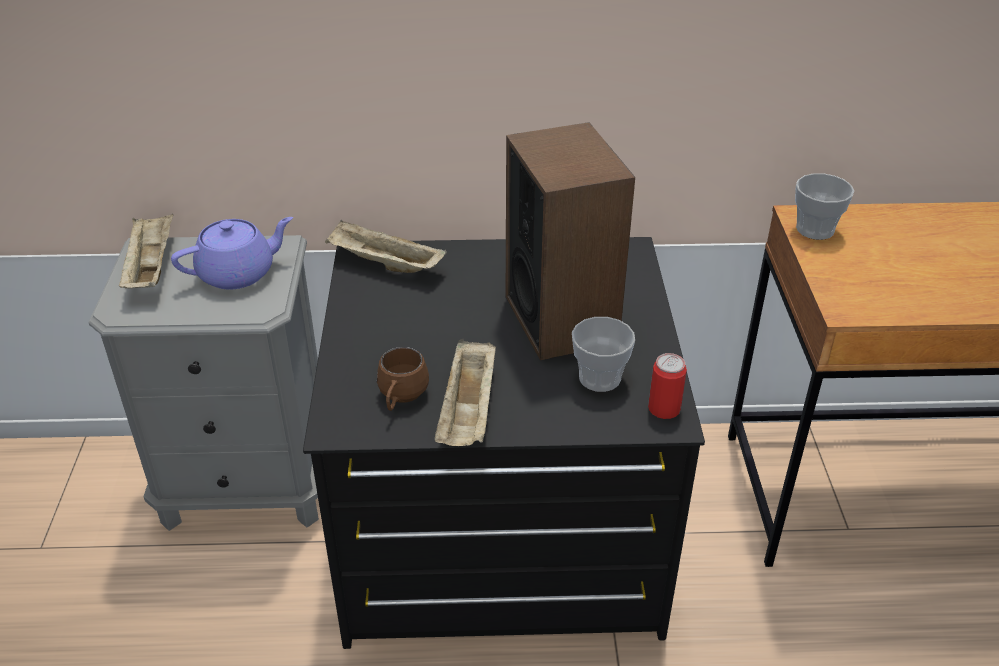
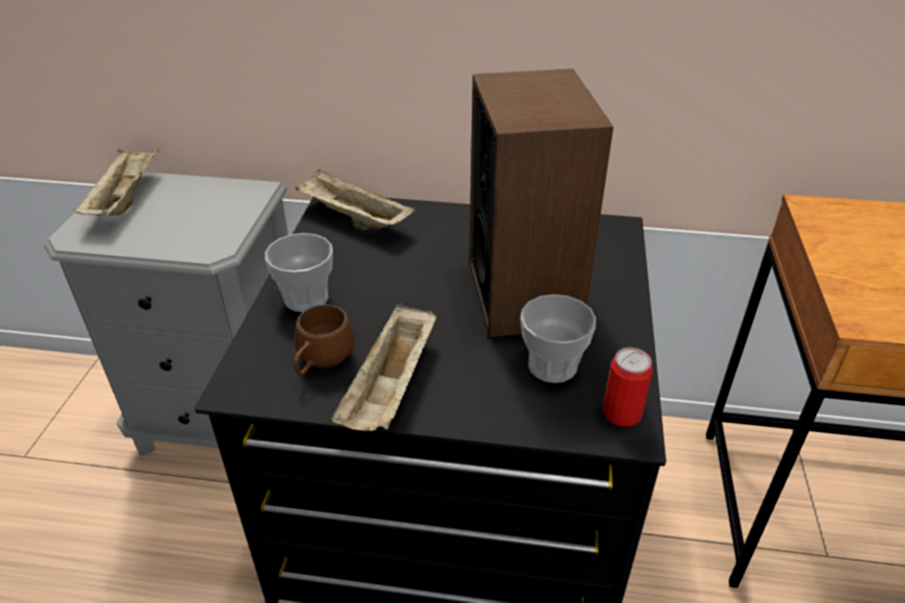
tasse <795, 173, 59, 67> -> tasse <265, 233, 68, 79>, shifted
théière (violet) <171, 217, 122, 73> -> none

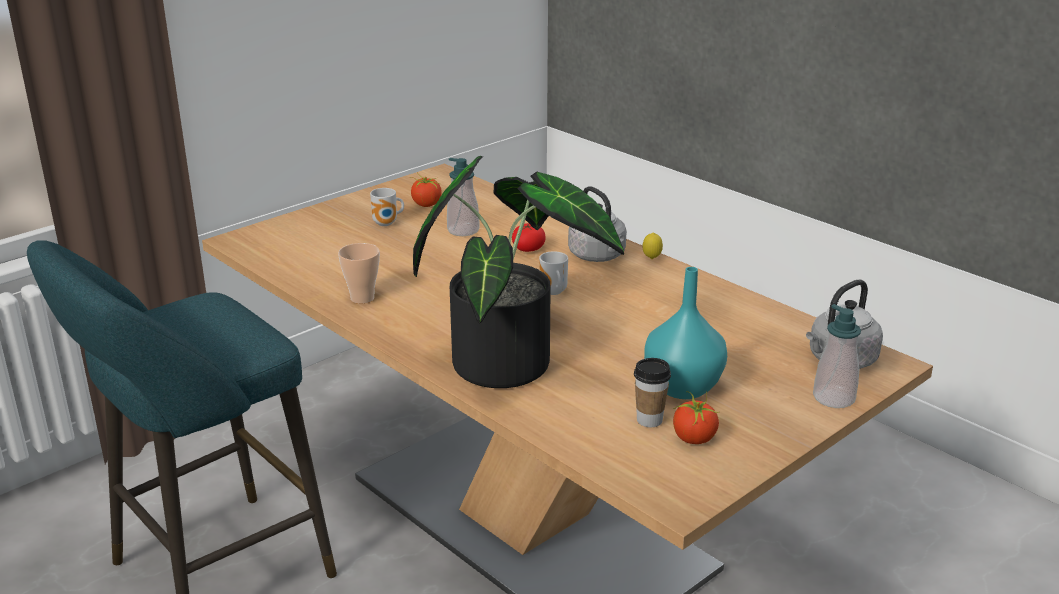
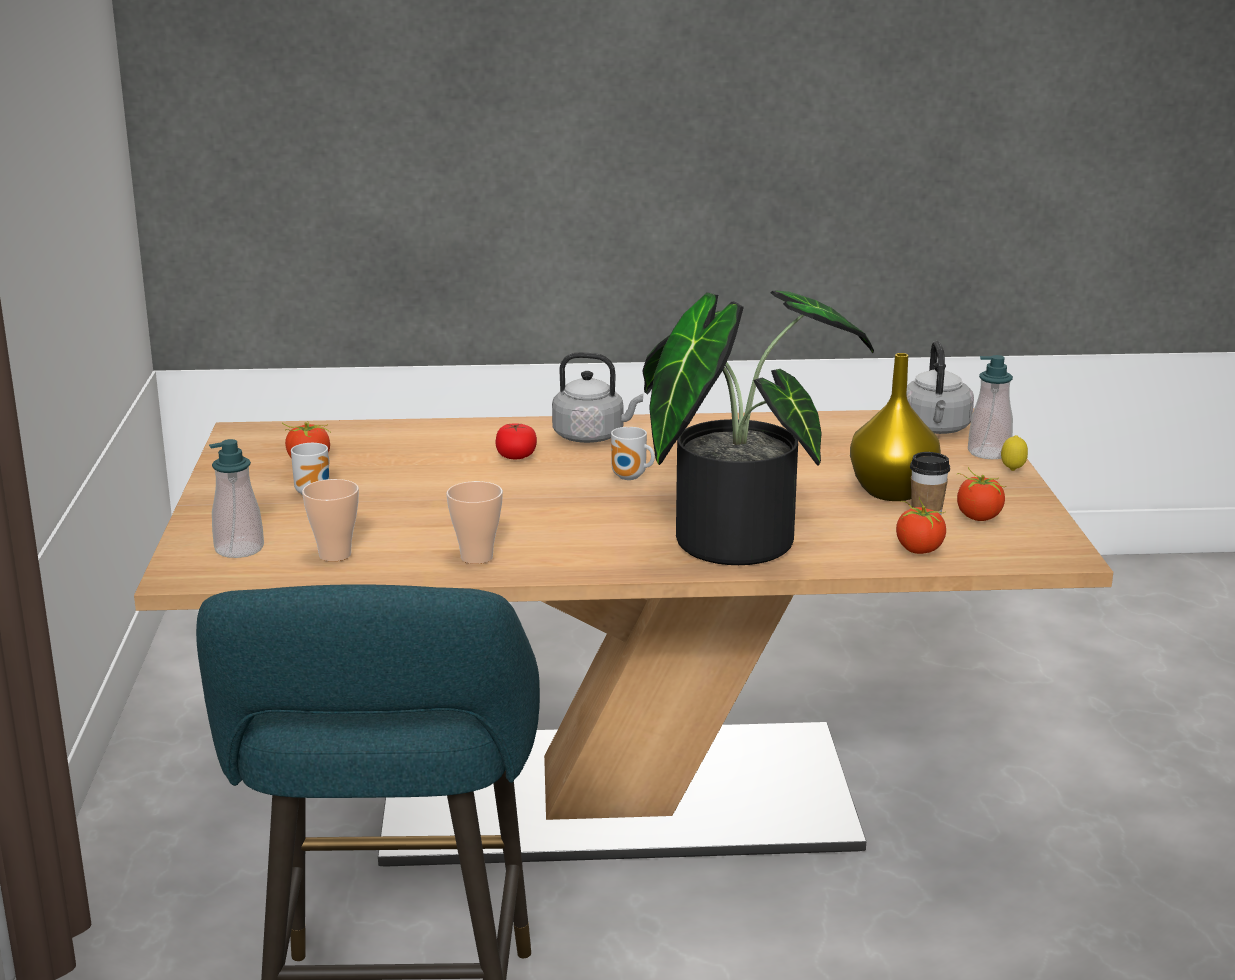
distributeur de savon <447, 158, 33, 78> -> distributeur de savon <209, 439, 55, 119>, shifted
none -> tasse <302, 479, 57, 83>
vase (turquoise) <644, 267, 83, 132> -> vase (jaune) <850, 353, 91, 148>
none -> tomate <896, 498, 50, 56>
citron <643, 233, 20, 26> -> citron <1001, 435, 27, 36>, shifted

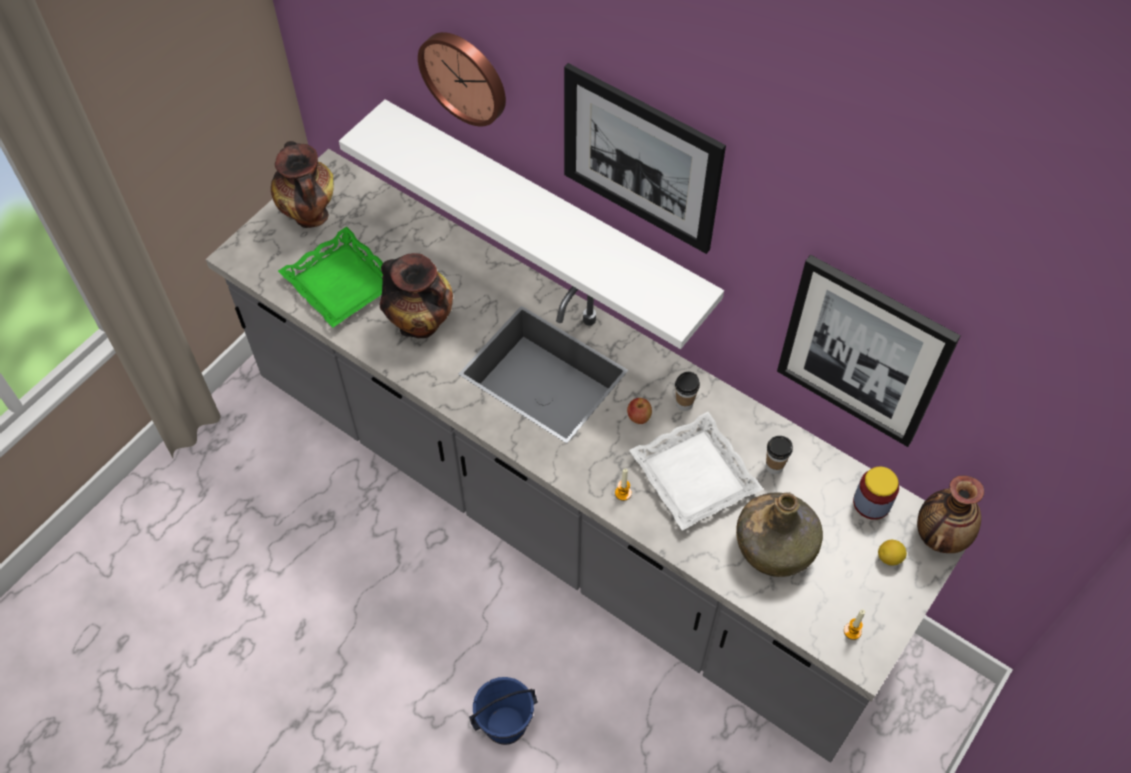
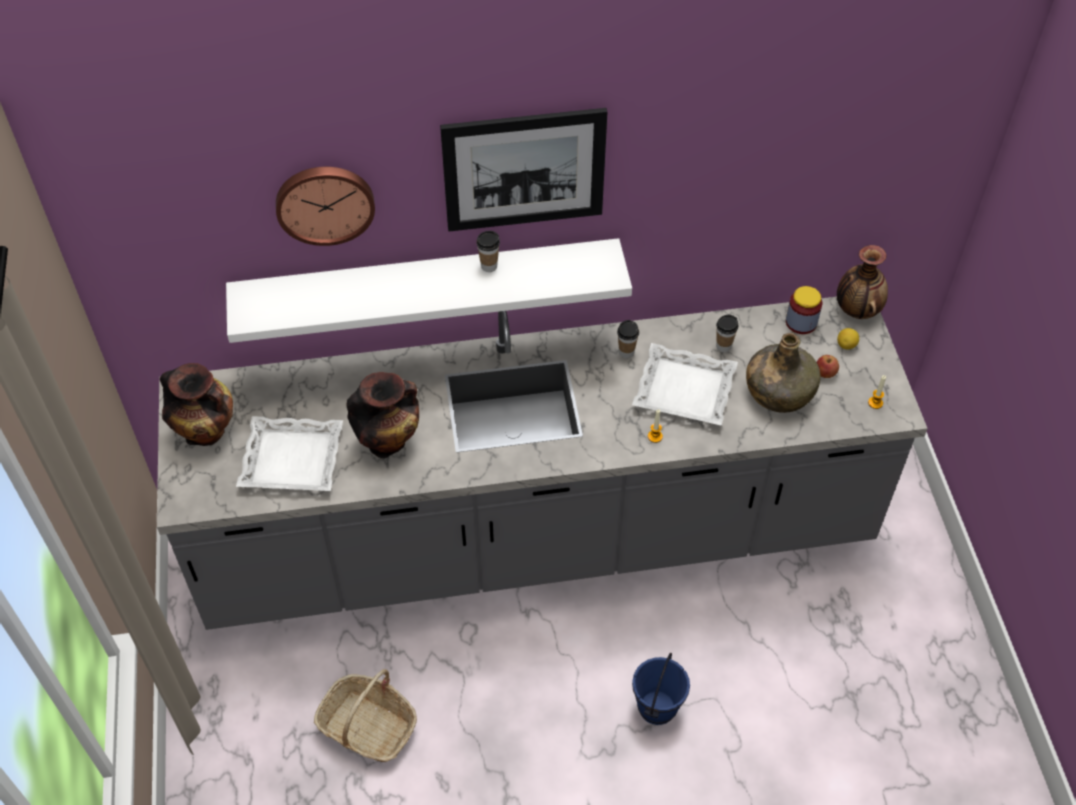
plateau (vert) <278, 227, 105, 101> -> plateau (blanc) <236, 416, 107, 75>
none -> panier <314, 669, 103, 93>
none -> tasse <476, 231, 24, 41>
pomme <627, 398, 25, 26> -> pomme <817, 355, 22, 23>, shifted
tableau <777, 255, 184, 192> -> none

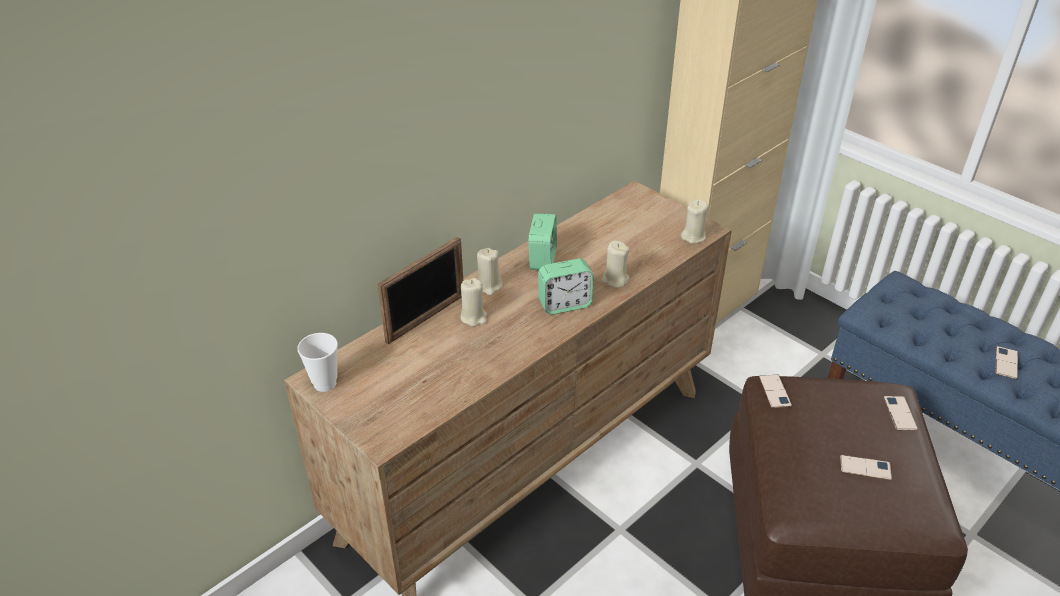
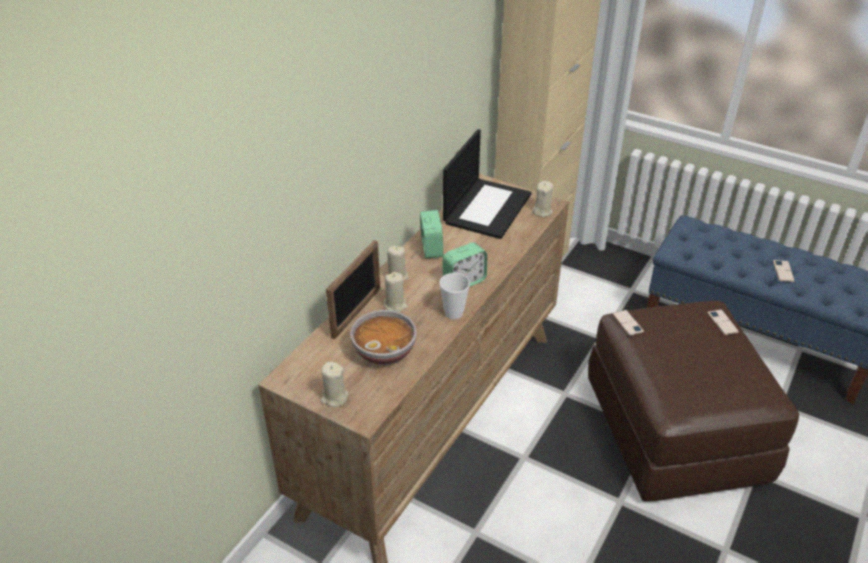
bougie (beige) <601, 240, 29, 48> -> bougie (beige) <321, 362, 27, 45>, shifted
none -> bol <350, 310, 67, 55>
tasse <297, 333, 41, 59> -> tasse <439, 273, 31, 46>, shifted
none -> ordinateur portable <443, 129, 89, 110>
téléphone <840, 455, 52, 25> -> none

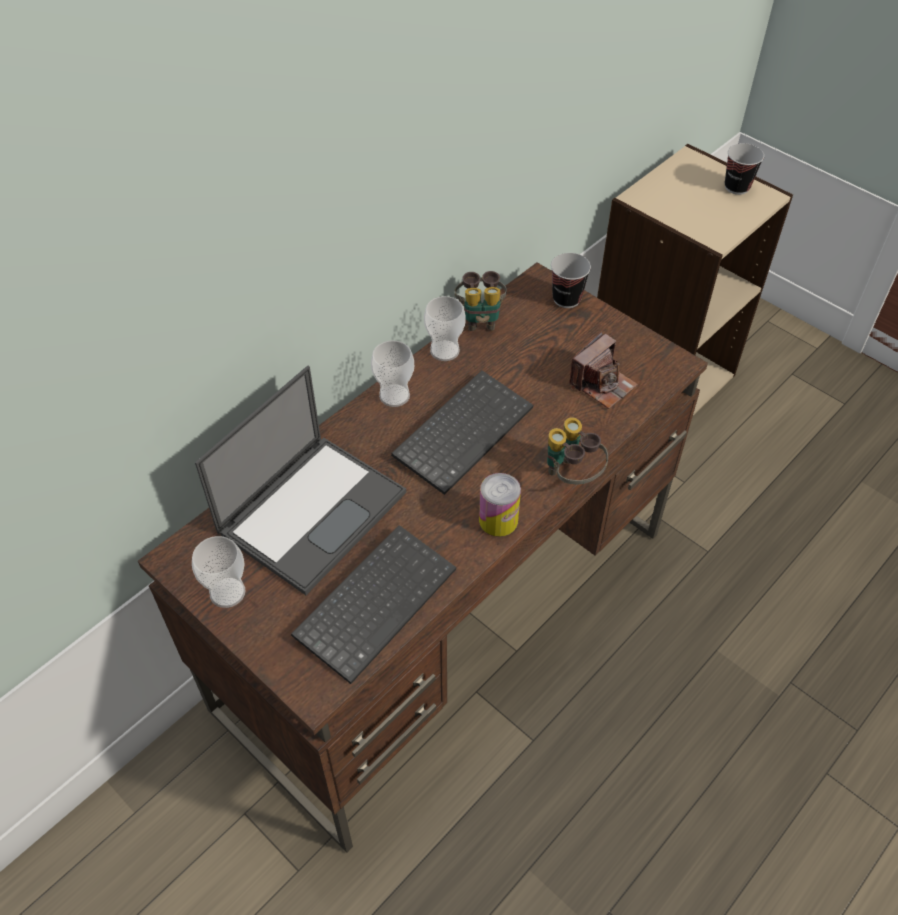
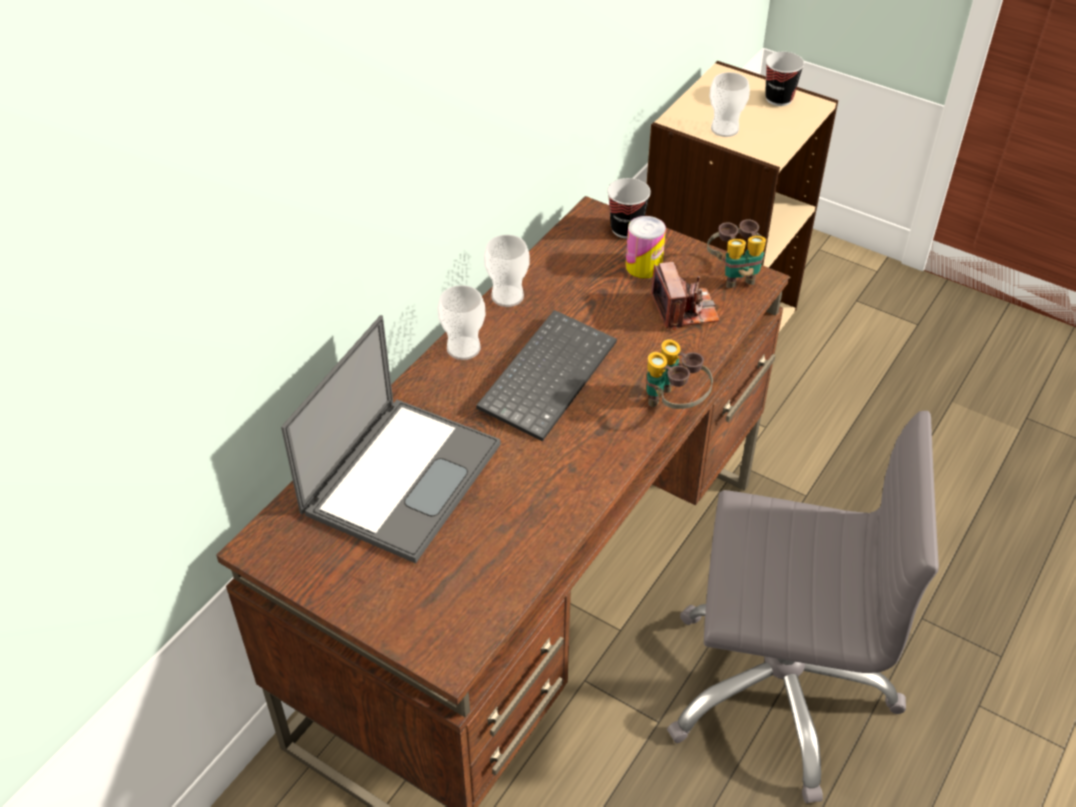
boîte métallique <479, 473, 42, 64> -> boîte métallique <626, 216, 40, 62>, shifted
appareil photo <569, 332, 69, 77> -> appareil photo <651, 262, 68, 68>, 45 degrees counterclockwise
none -> chaise de bureau (gris) <667, 411, 272, 392>
jumelles <454, 271, 53, 60> -> jumelles <707, 219, 59, 69>, shifted
tasse <192, 536, 54, 72> -> tasse <710, 72, 40, 65>, shifted
clavier <291, 525, 165, 159> -> none

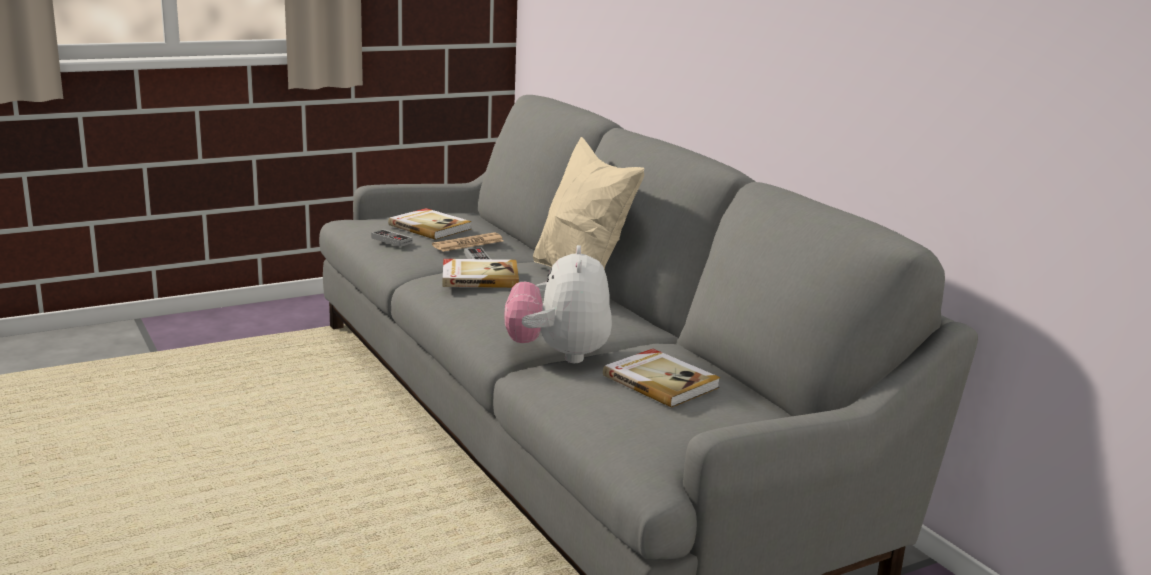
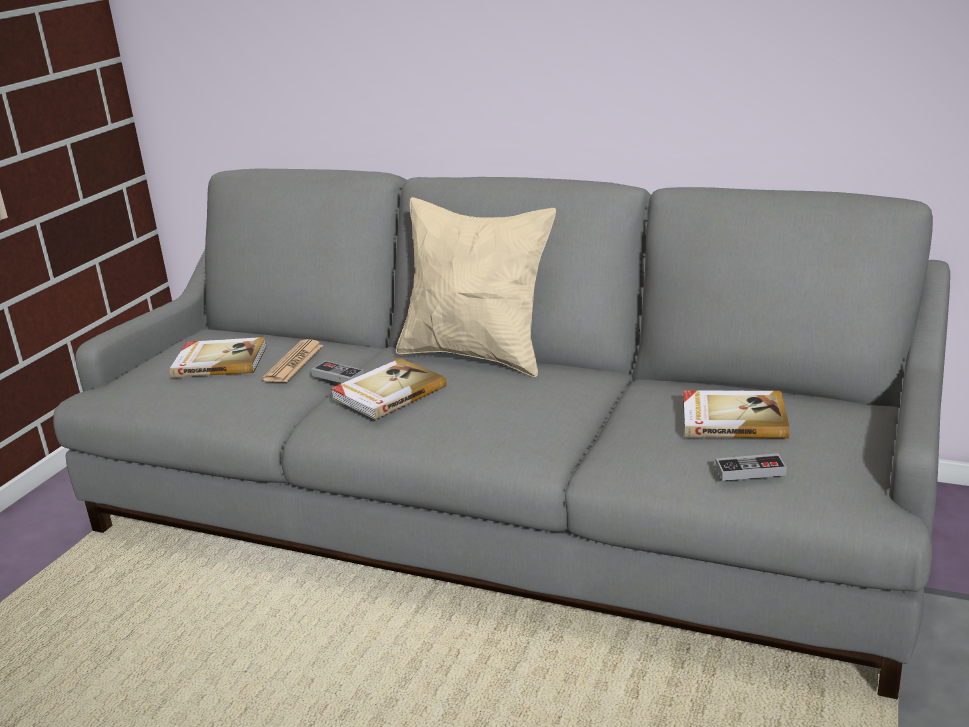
manette <371, 229, 42, 18> -> manette <715, 453, 72, 28>, shifted
peluche <504, 245, 108, 118> -> none

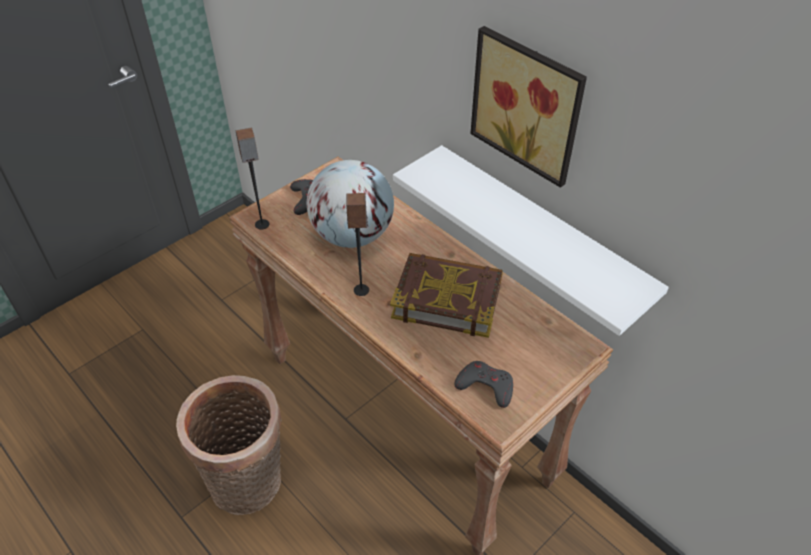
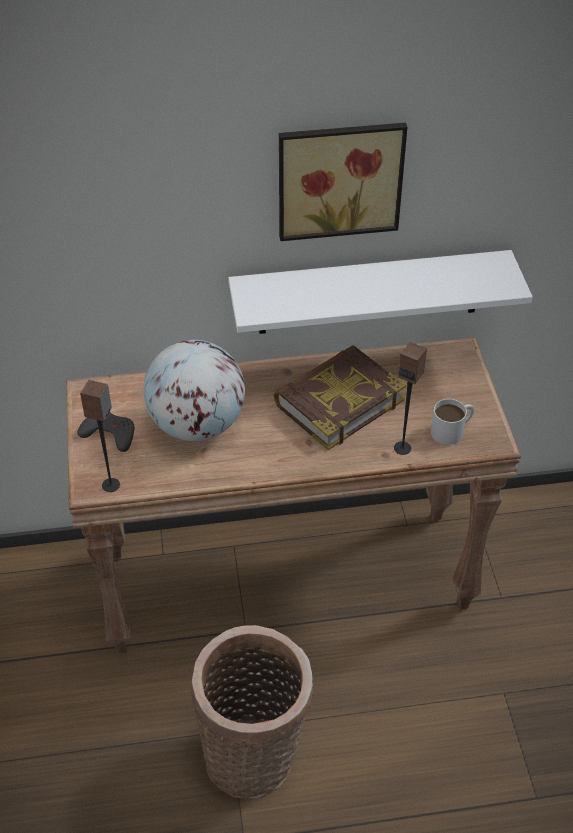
enceinte <346, 193, 23, 103> -> enceinte <394, 342, 33, 113>, shifted
manette (gris) <455, 361, 58, 47> -> mug (blanc) <431, 399, 43, 46>

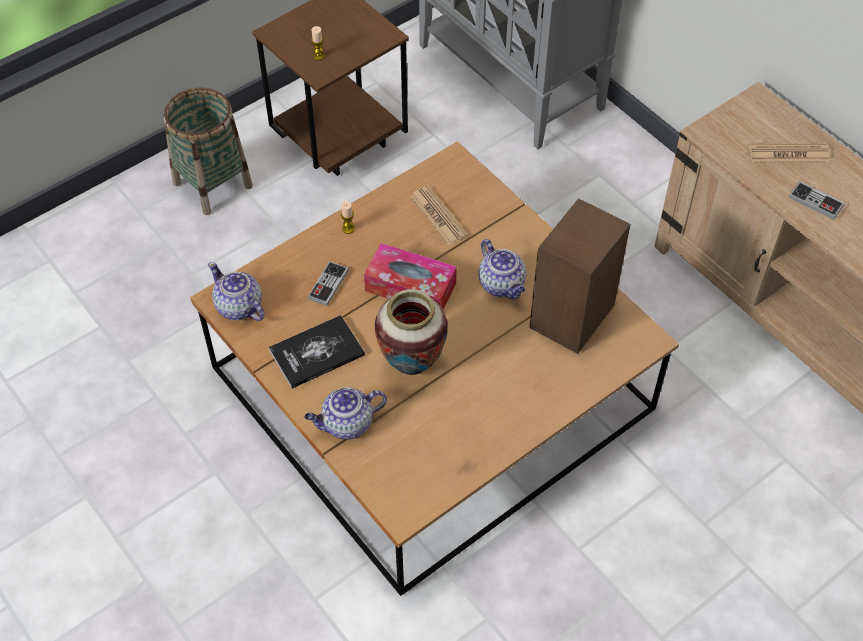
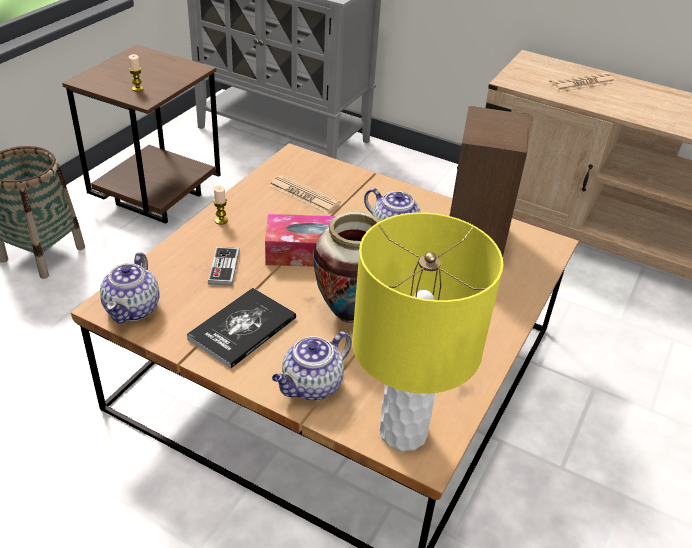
théière <208, 262, 57, 59> -> théière <100, 252, 60, 72>, 105 degrees counterclockwise
none -> lampe de table (jaune) <352, 212, 151, 239>
manette <789, 181, 56, 38> -> none

